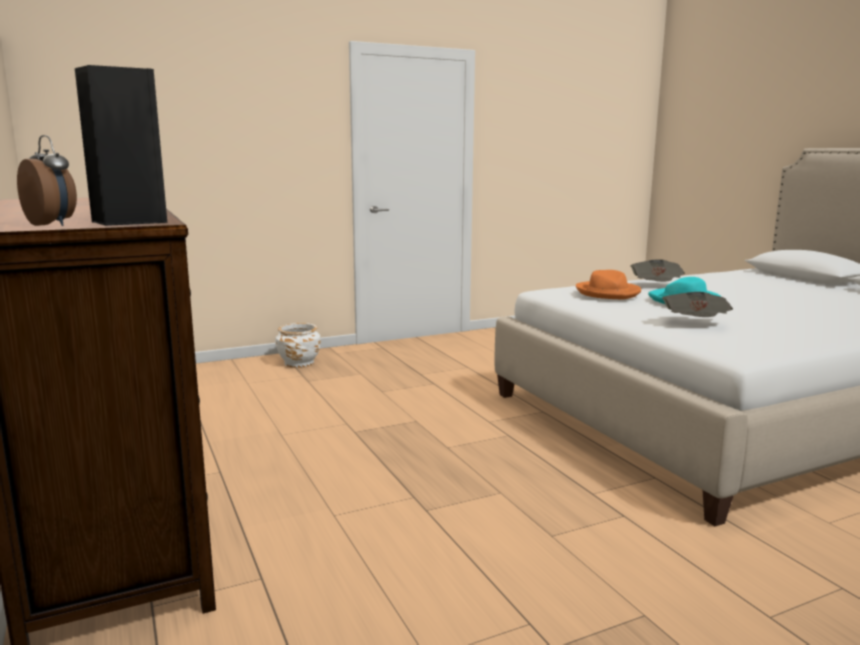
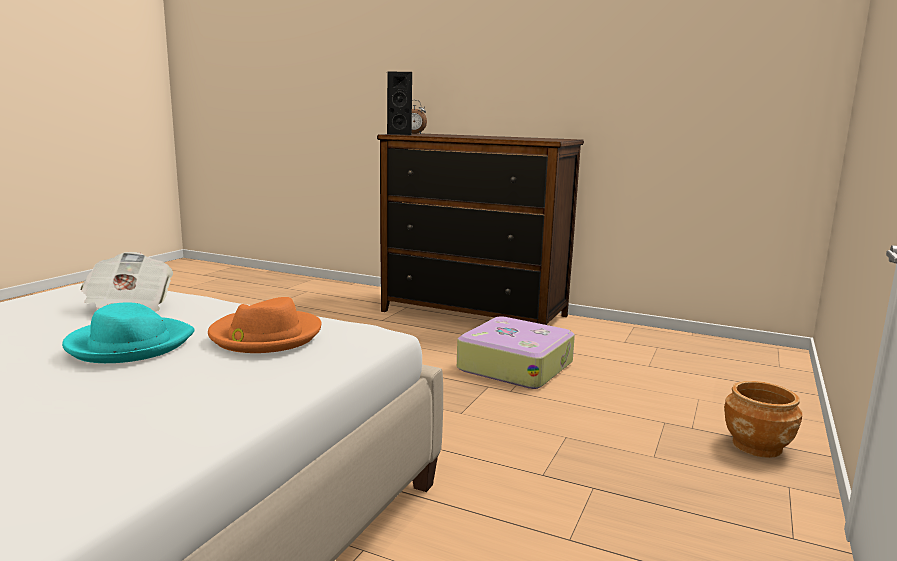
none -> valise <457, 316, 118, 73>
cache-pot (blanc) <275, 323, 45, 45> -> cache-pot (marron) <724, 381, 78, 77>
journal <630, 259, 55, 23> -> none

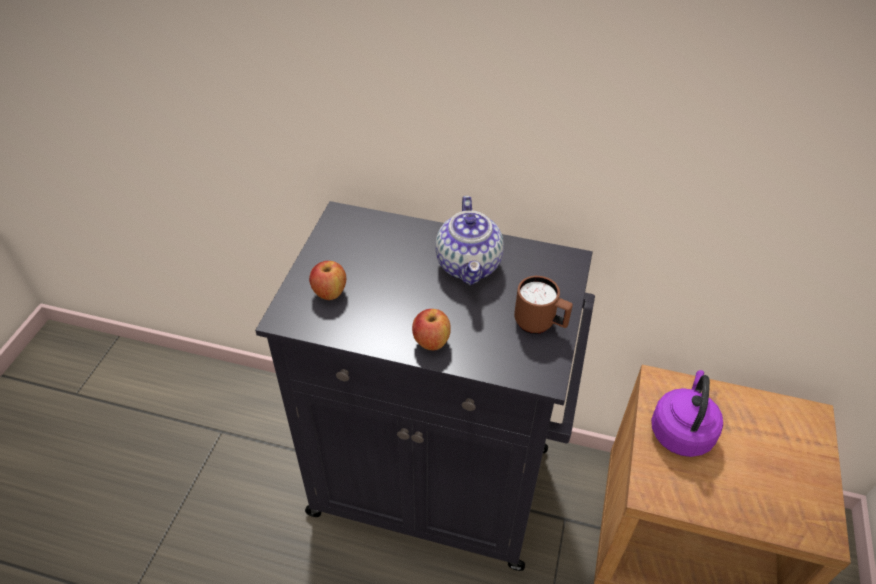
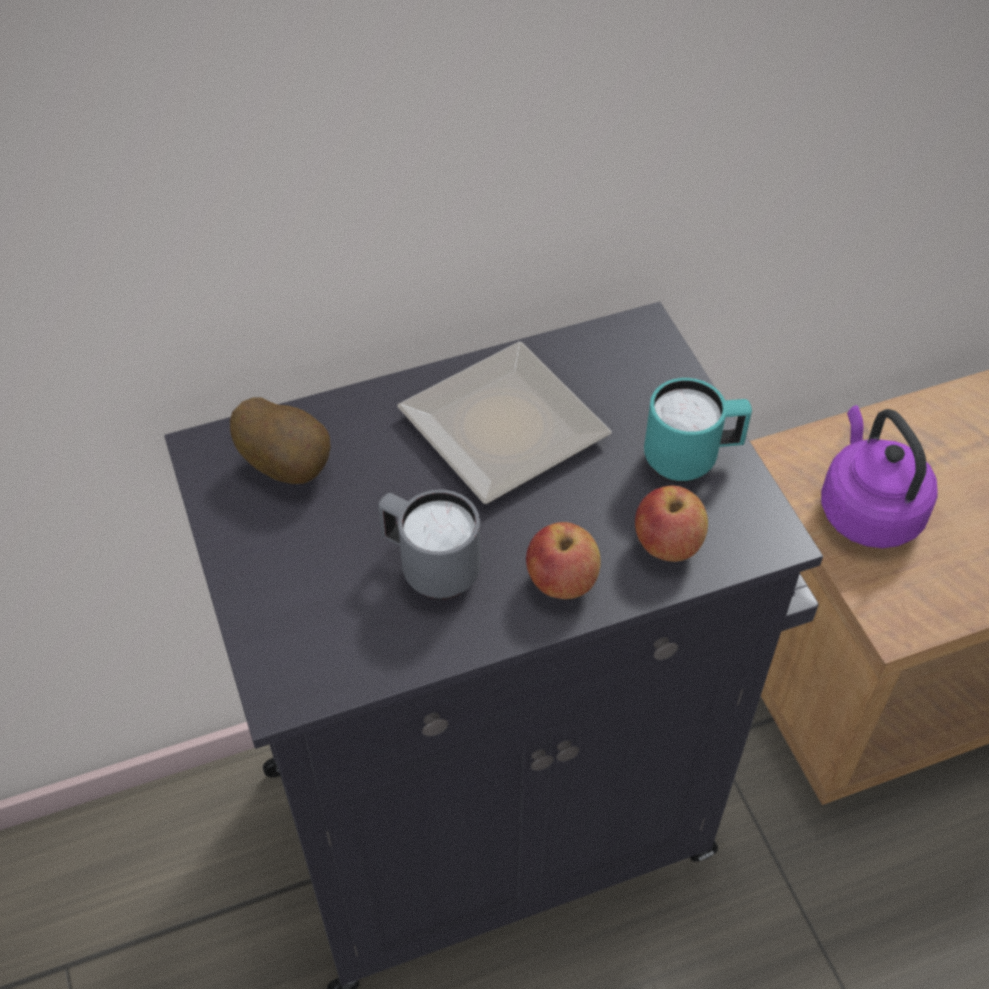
none -> pomme de terre <230, 397, 101, 87>
none -> mug (gris) <378, 489, 103, 111>
théière <435, 196, 69, 89> -> assiette <397, 342, 215, 162>
pomme <309, 261, 37, 39> -> pomme <635, 486, 73, 76>, shifted
mug (marron) <514, 276, 59, 58> -> mug (turquoise) <644, 378, 108, 105>

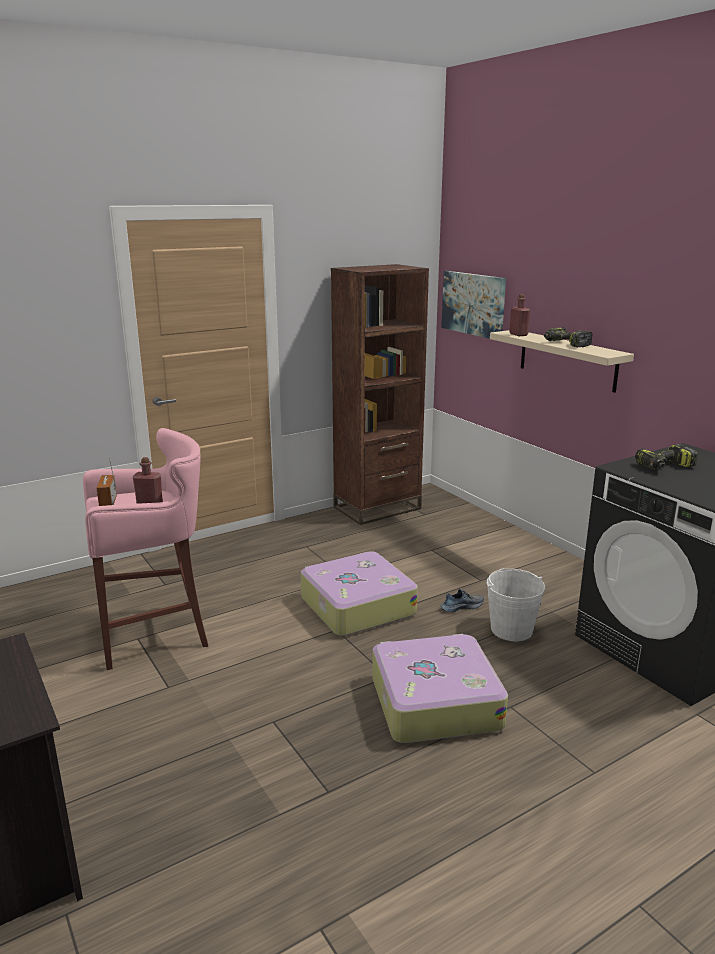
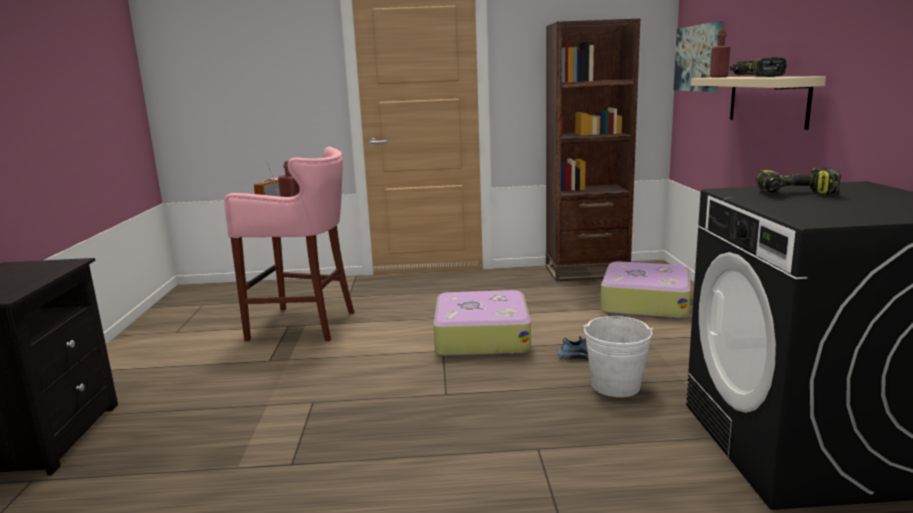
valise <372, 634, 136, 109> -> valise <600, 261, 91, 59>, shifted

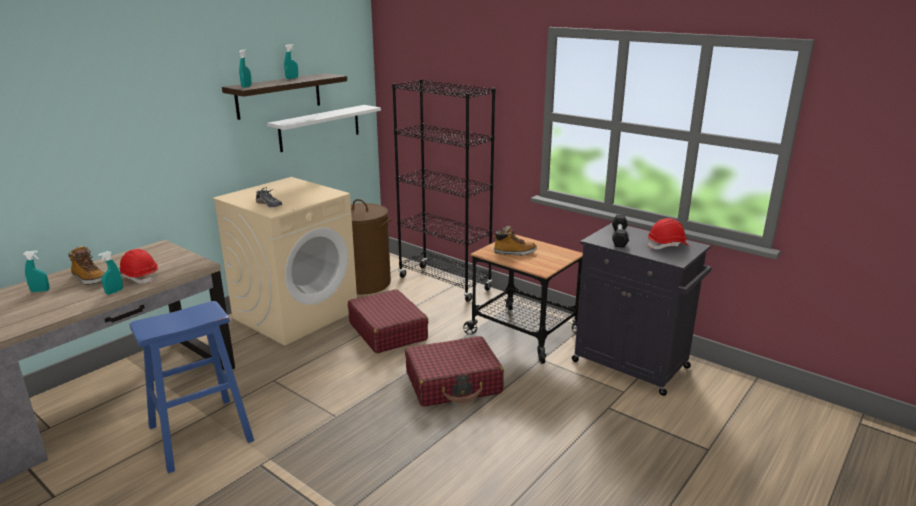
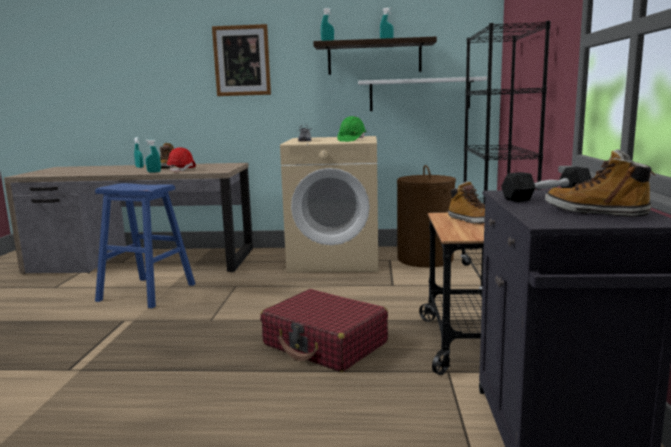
none -> tableau <212, 24, 59, 72>
none -> casque de chantier (vert) <337, 116, 29, 26>
casque de chantier (rouge) <648, 218, 41, 31> -> botte <545, 149, 111, 68>
valise (rouge) <348, 289, 81, 64> -> none

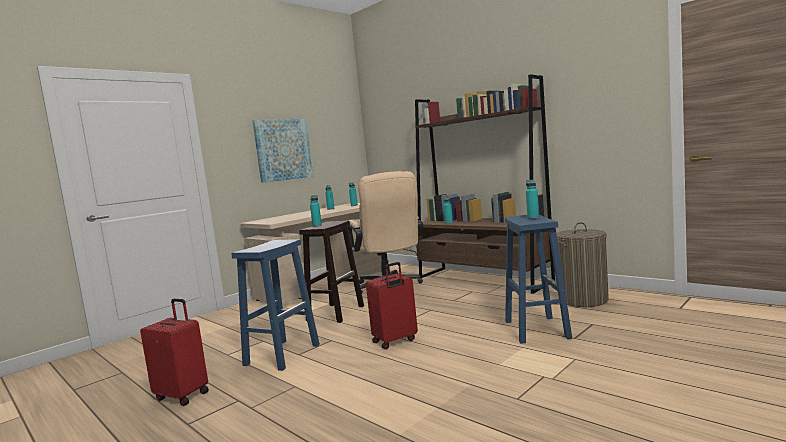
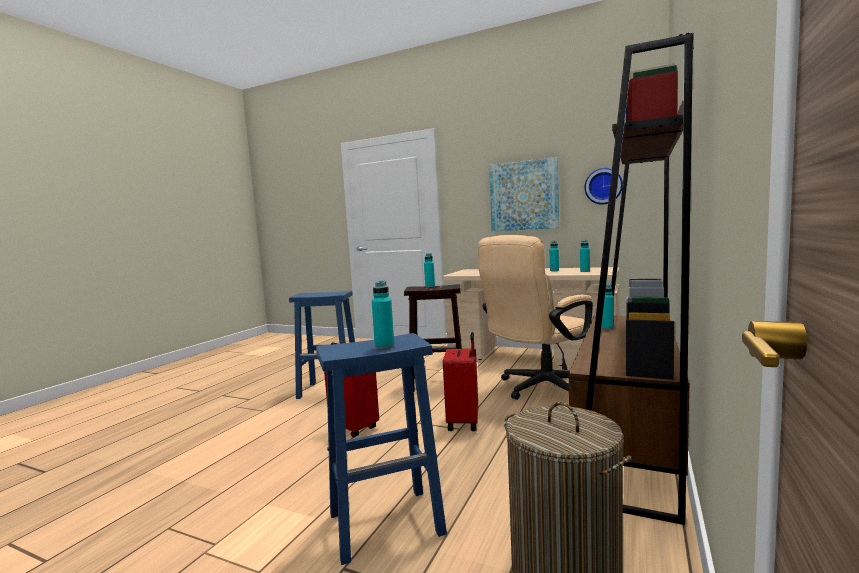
valise (rouge) <140, 299, 69, 107> -> valise (rouge) <443, 332, 35, 99>, shifted
none -> horloge murale <584, 168, 39, 37>

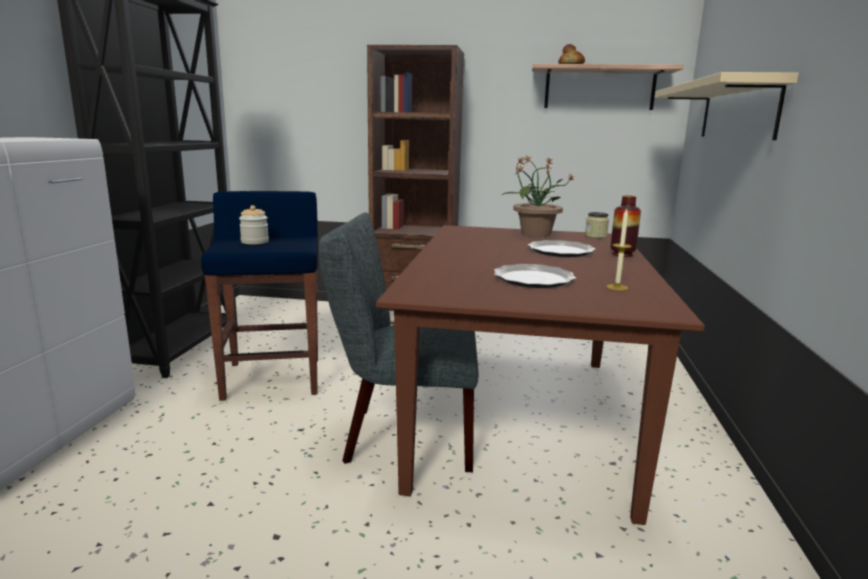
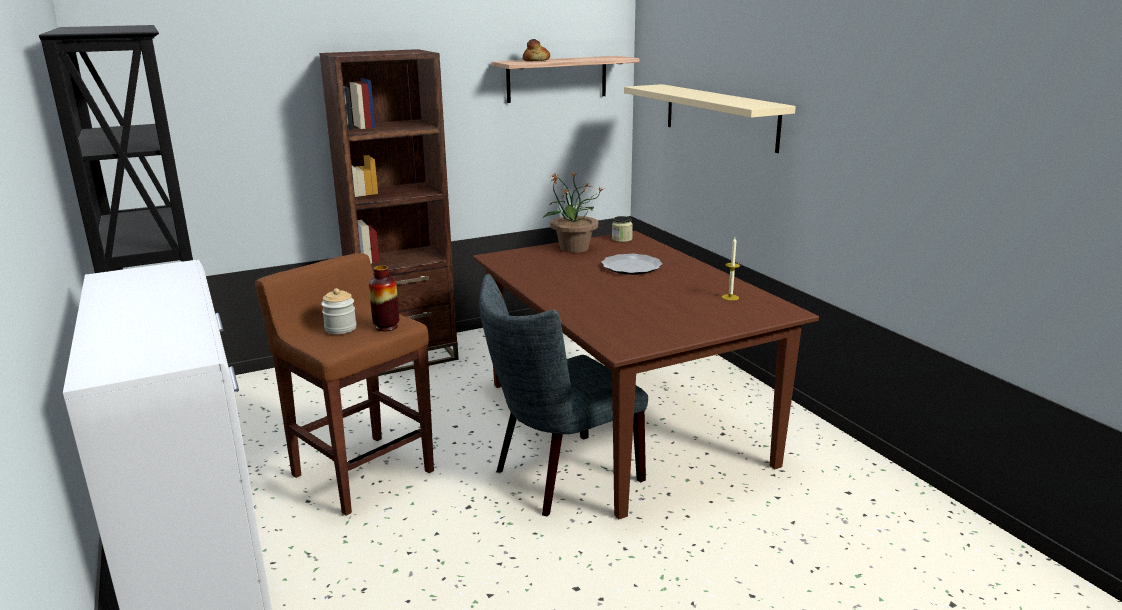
tabouret (bleu) <201, 191, 117, 210> -> tabouret (marron) <254, 253, 180, 263>
vase <610, 195, 31, 62> -> vase <369, 265, 30, 66>, shifted
assiette <494, 264, 82, 24> -> none

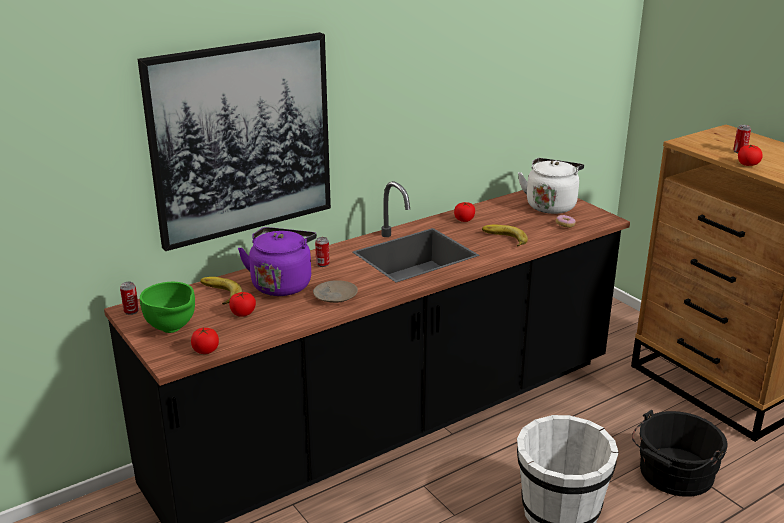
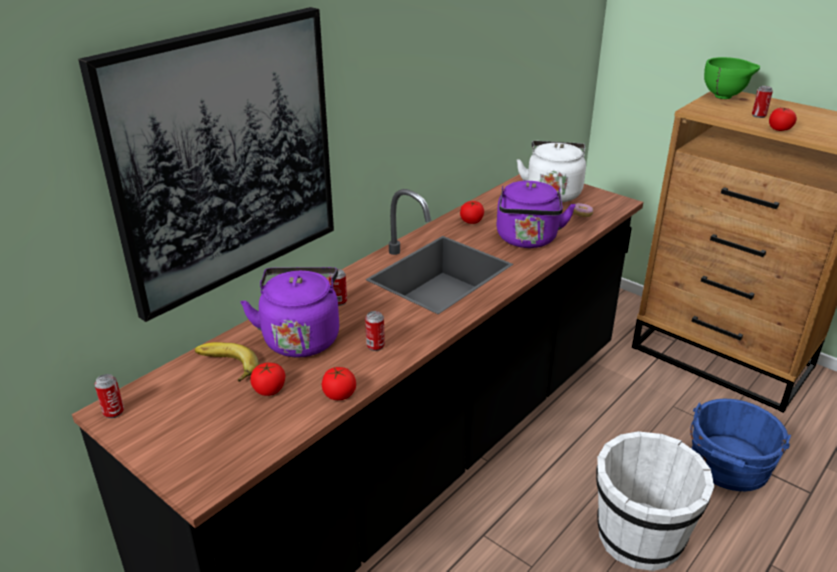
tomate <191, 328, 28, 26> -> tomate <322, 367, 34, 33>, shifted
assiette (beige) <313, 280, 45, 23> -> boîte métallique <365, 311, 20, 40>
banane <482, 224, 46, 22> -> bouilloire (violet) <497, 181, 79, 67>
seau (noir) <632, 410, 96, 87> -> seau (bleu) <690, 399, 101, 92>
bol (vert) <140, 282, 55, 51> -> bol (vert) <704, 57, 56, 42>, shifted

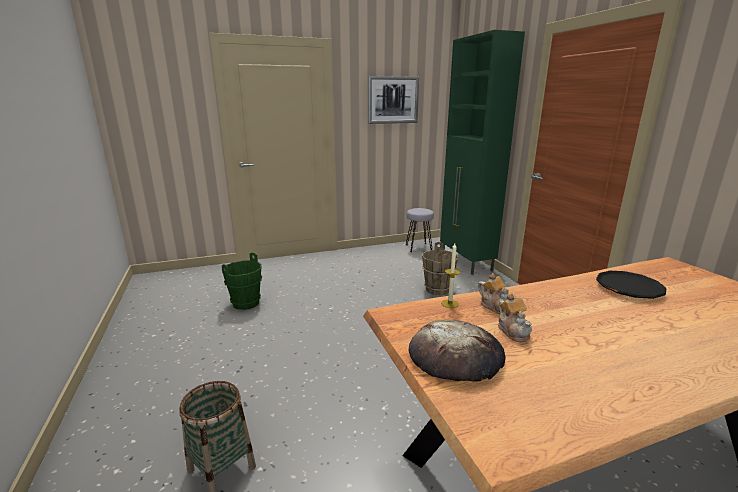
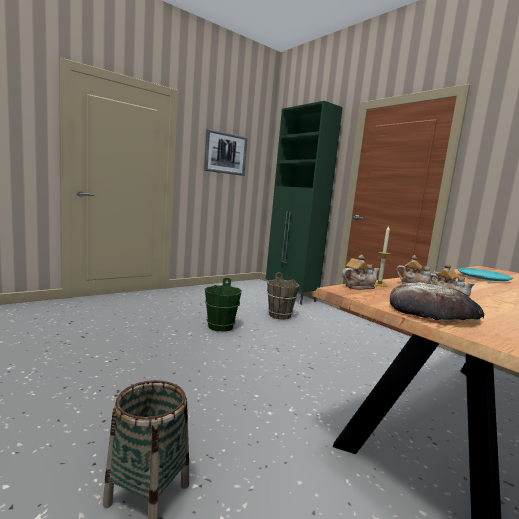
seau (vert) <222, 252, 40, 58> -> seau (vert) <205, 278, 37, 54>, shifted
none -> théière <342, 255, 38, 35>
assiette (noir) <596, 271, 70, 28> -> assiette (turquoise) <458, 268, 55, 13>
tabouret (gris) <406, 208, 28, 44> -> none

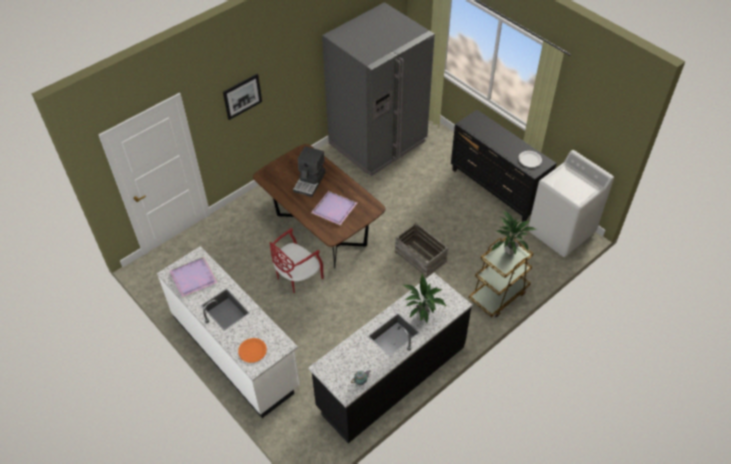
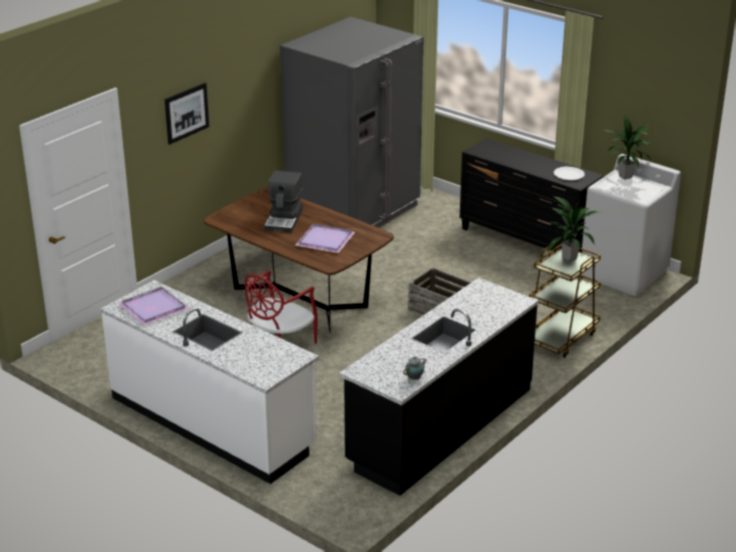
plante en pot <403, 274, 43, 49> -> plante en pot <604, 114, 47, 66>, shifted
assiette (orange) <238, 338, 29, 25> -> none

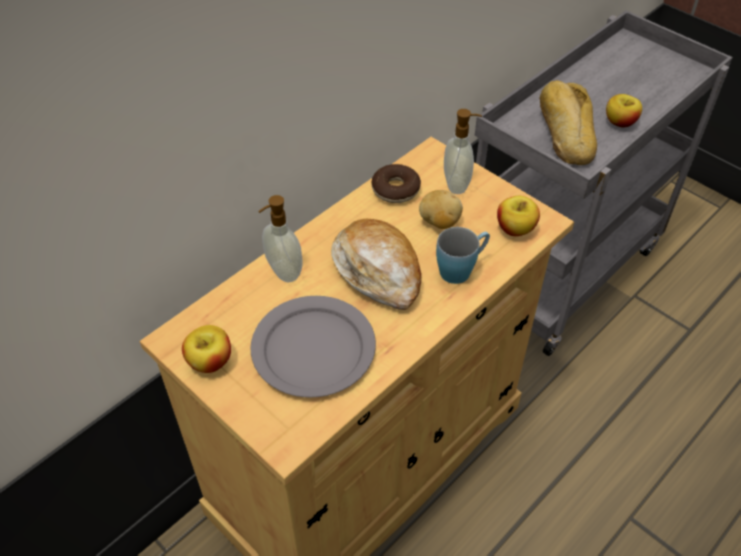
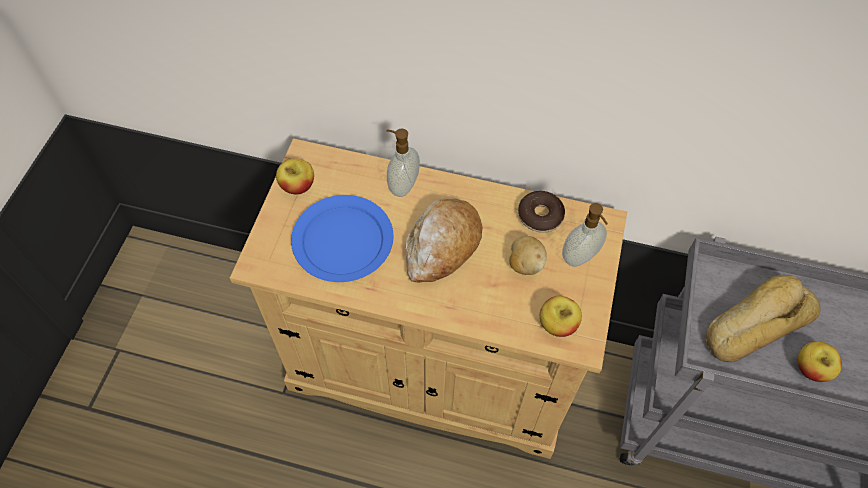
assiette (gris) <251, 296, 125, 102> -> assiette (bleu) <291, 195, 102, 87>
mug (bleu) <436, 227, 54, 57> -> none

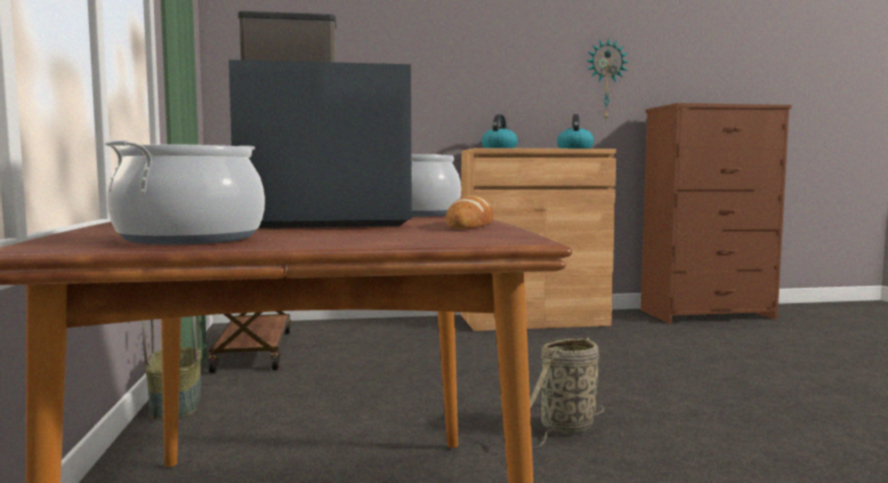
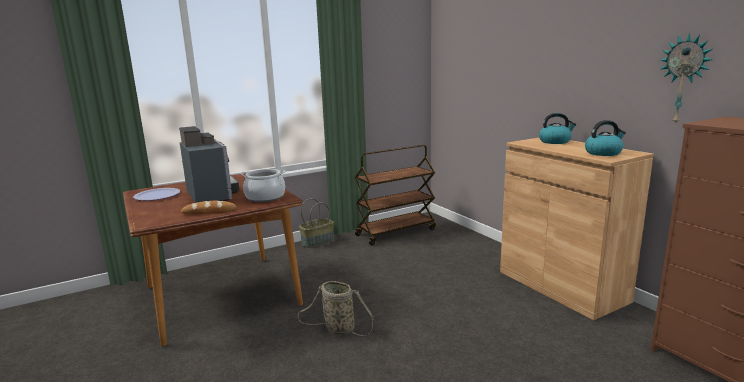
marmite <105, 140, 160, 105> -> assiette <133, 188, 47, 13>

